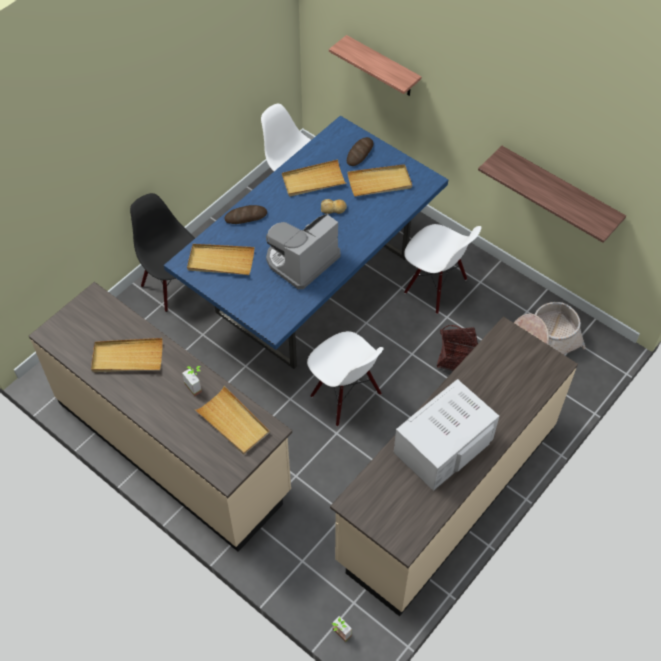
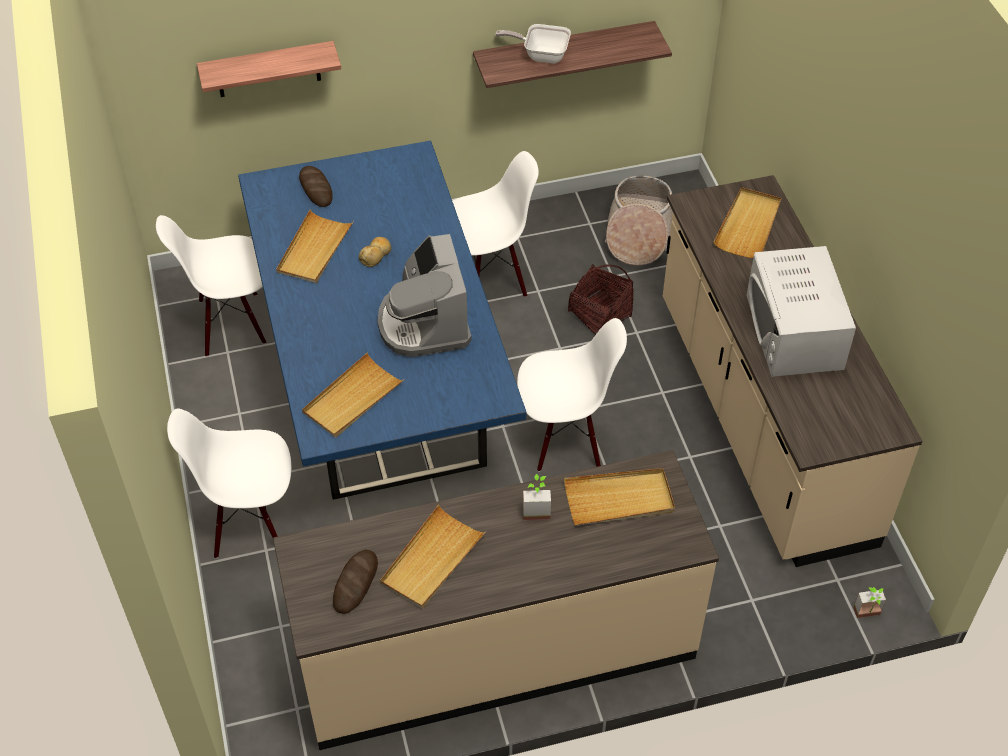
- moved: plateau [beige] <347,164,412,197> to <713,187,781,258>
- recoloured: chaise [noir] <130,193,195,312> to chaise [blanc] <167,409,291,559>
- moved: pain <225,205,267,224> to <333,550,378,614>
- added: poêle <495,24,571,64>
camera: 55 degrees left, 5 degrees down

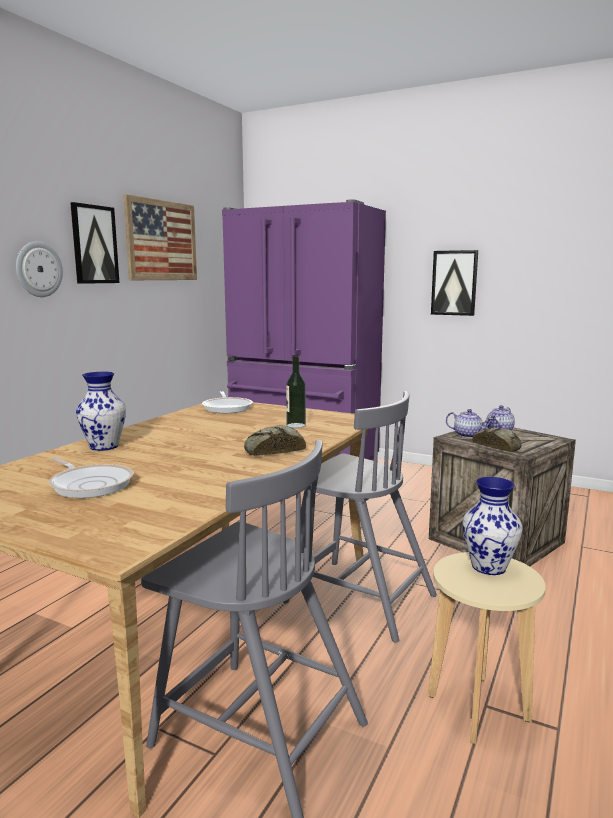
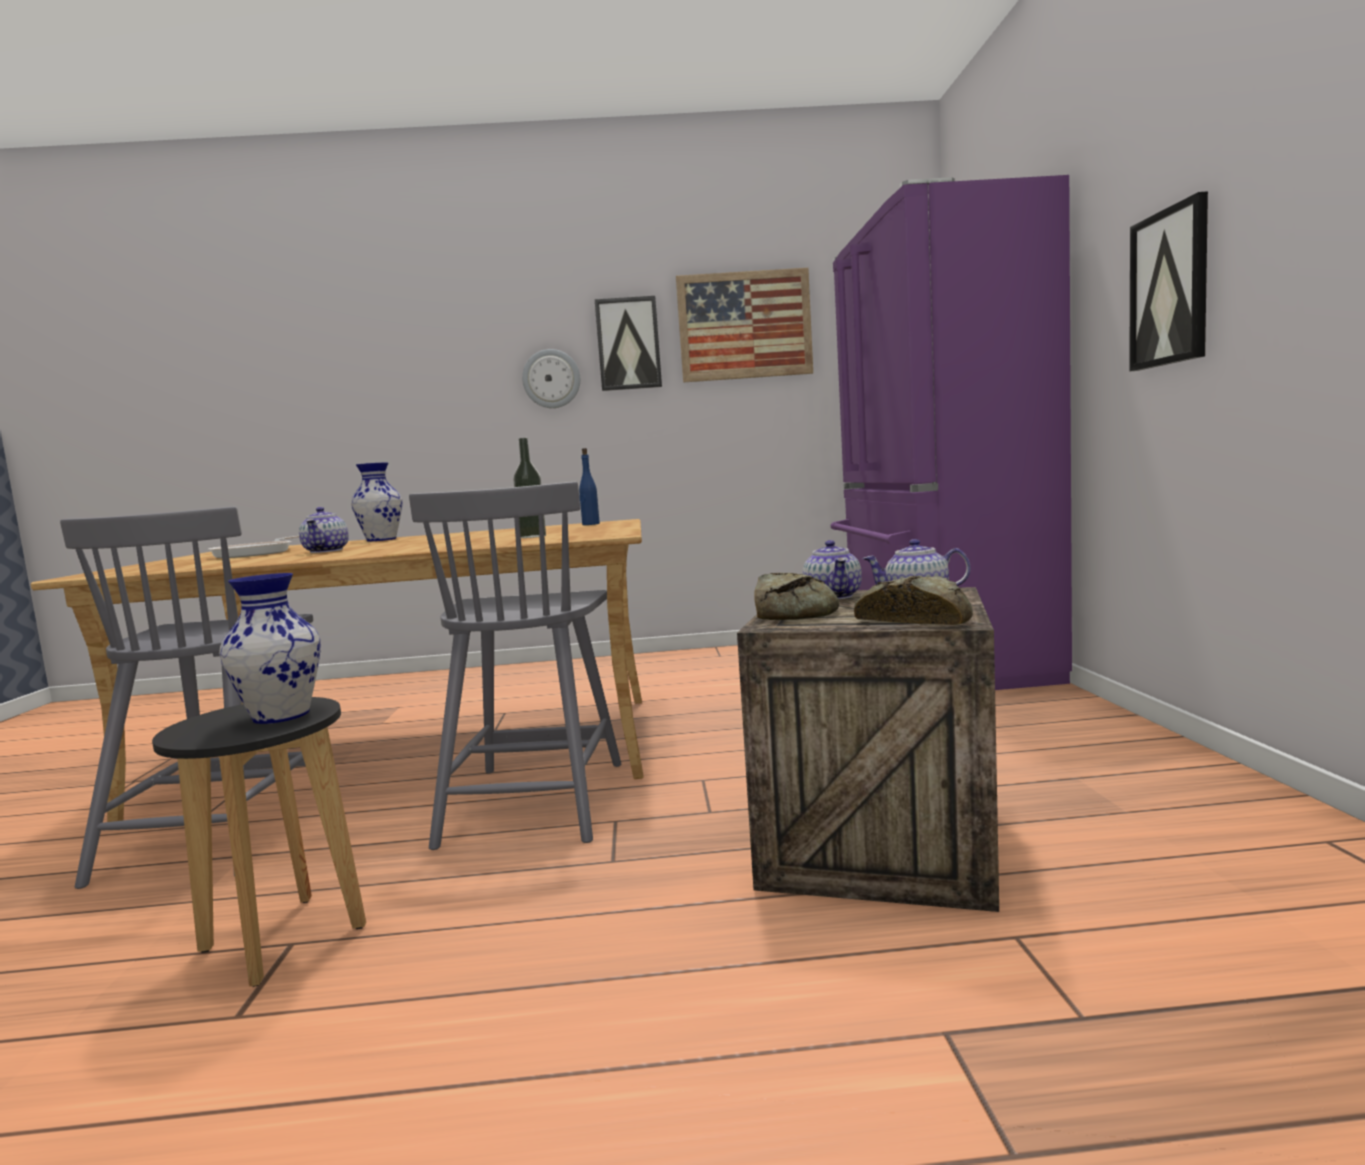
- replaced: poêle <202,391,253,413> to bouteille [bleu] <579,448,600,525>
- moved: pain <244,425,306,456> to <854,576,973,625>
- recoloured: tabouret [beige] <428,552,546,744> to tabouret [noir] <152,697,366,987>
- added: théière <299,507,349,553>
camera: 60 degrees right, 5 degrees down

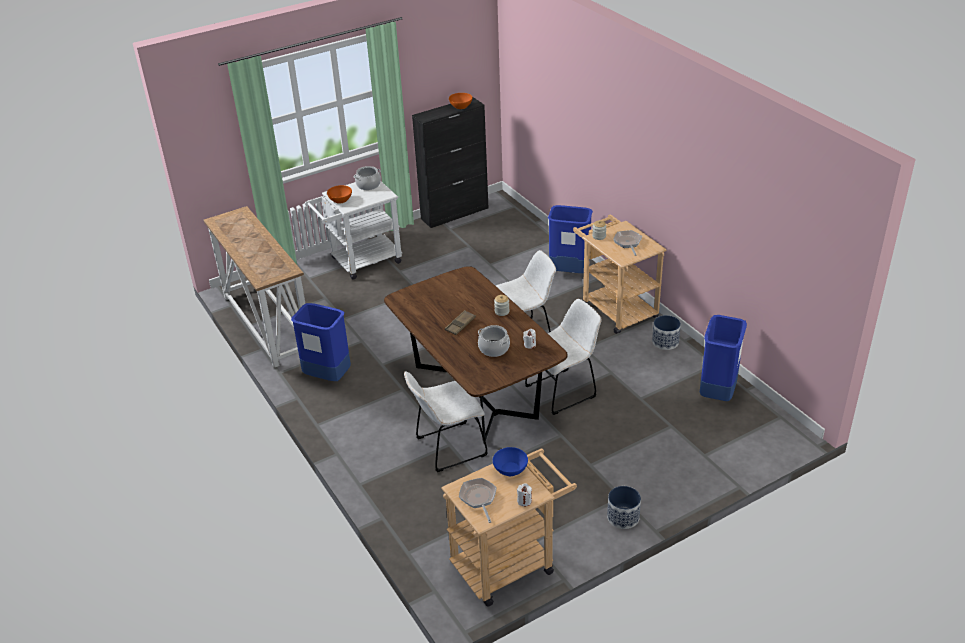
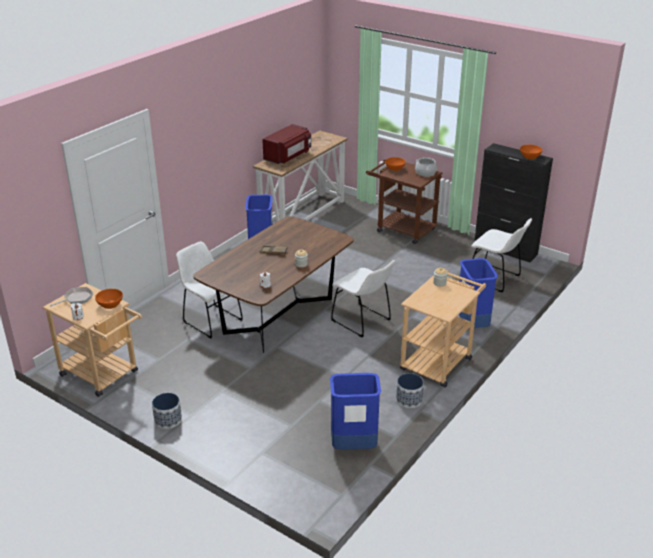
- recoloured: chariot [blanc] <305,181,403,280> to chariot [marron] <366,159,442,244>
- removed: poêle <613,230,642,256>
- moved: chaise [blanc] <525,299,602,415> to <471,218,532,293>
- removed: marmite <478,325,510,357>
- recoloured: bol [bleu] <493,447,528,476> to bol [orange] <95,289,123,309>
- added: micro-ondes [rouge] <262,124,311,164>
camera: 65 degrees right, 5 degrees down

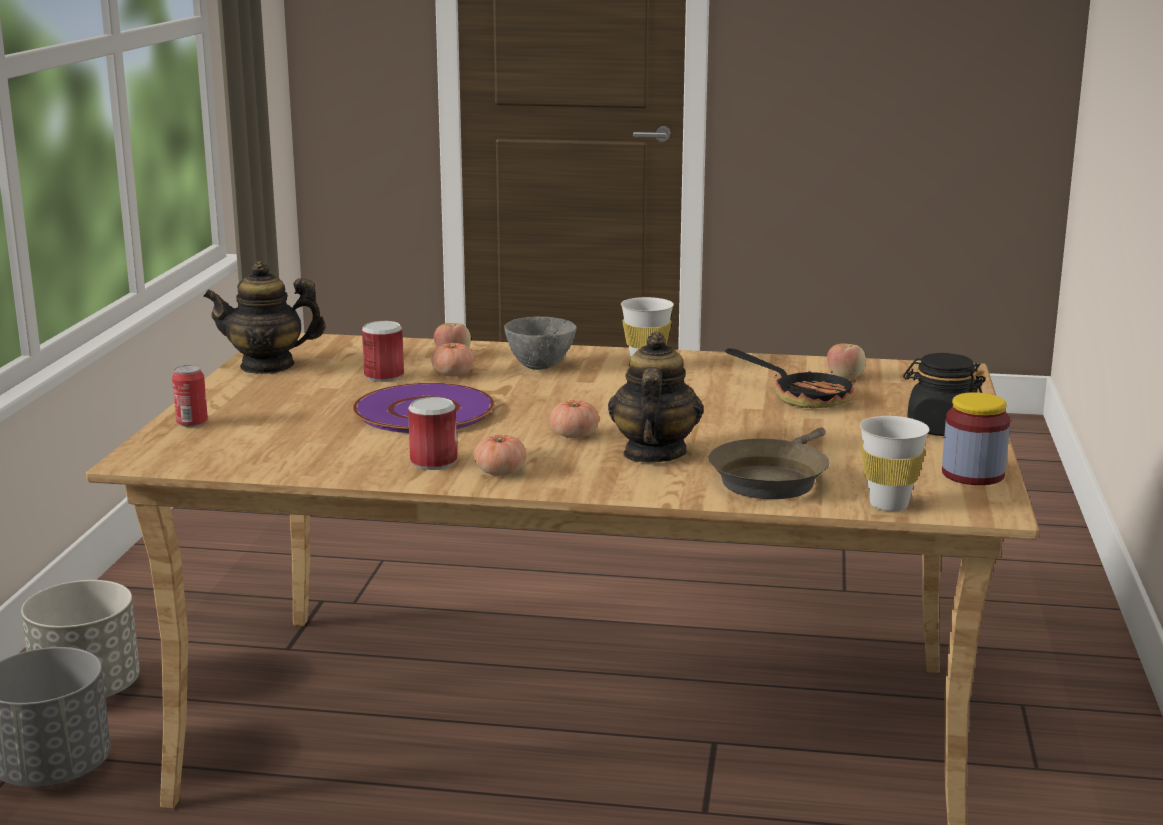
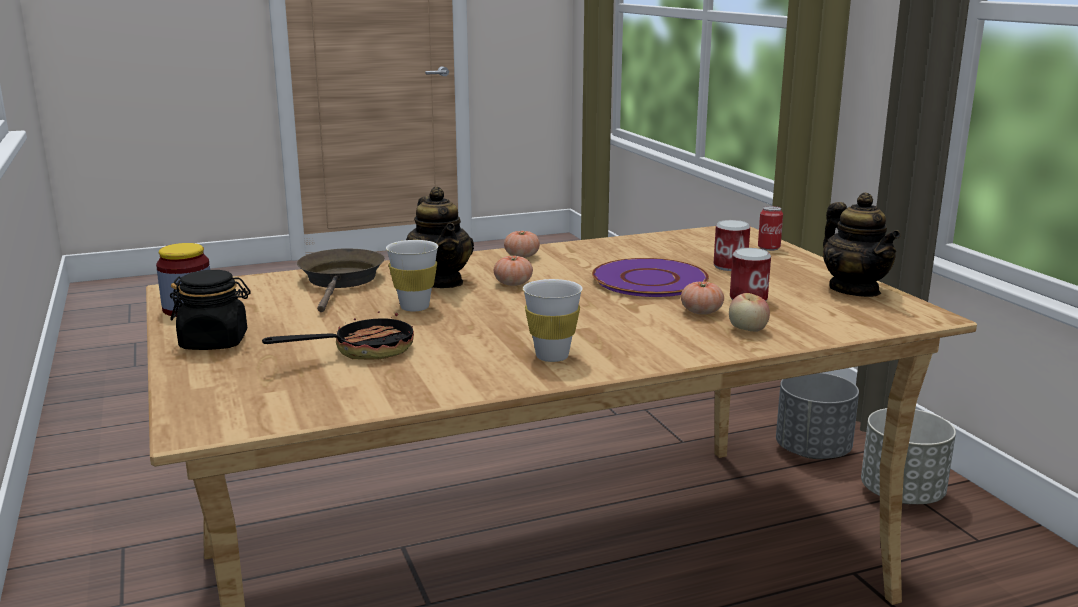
- turned: théière <203,261,326,374> = <823,192,901,297> 105 degrees clockwise
- removed: bol [gris] <504,317,577,370>
- removed: pomme <827,343,866,379>
- turned: poêle <725,349,856,409> = <262,303,414,360> 135 degrees clockwise
- moved: boîte métallique <408,397,457,470> to <714,220,750,271>
- moved: tasse [blanc] <860,416,930,511> to <386,240,438,312>
camera: 150 degrees right, 0 degrees up

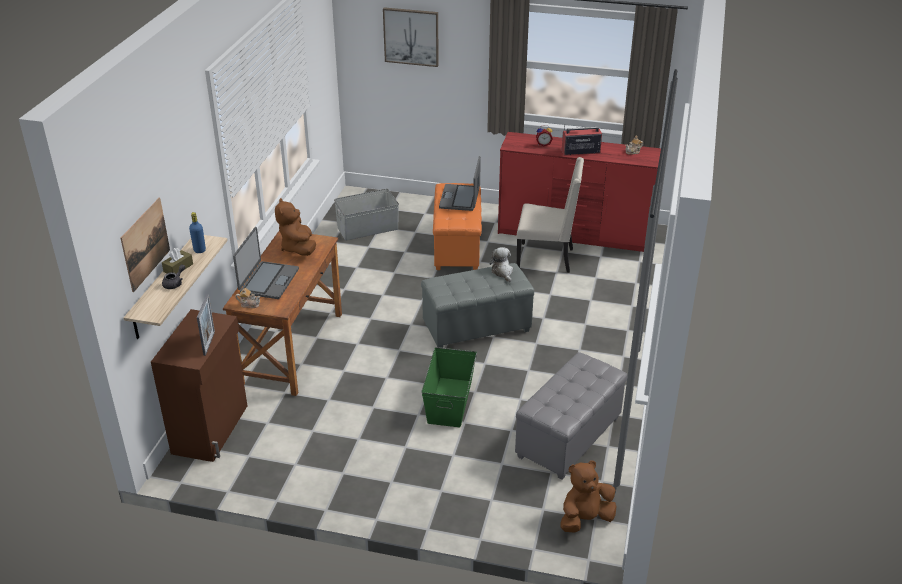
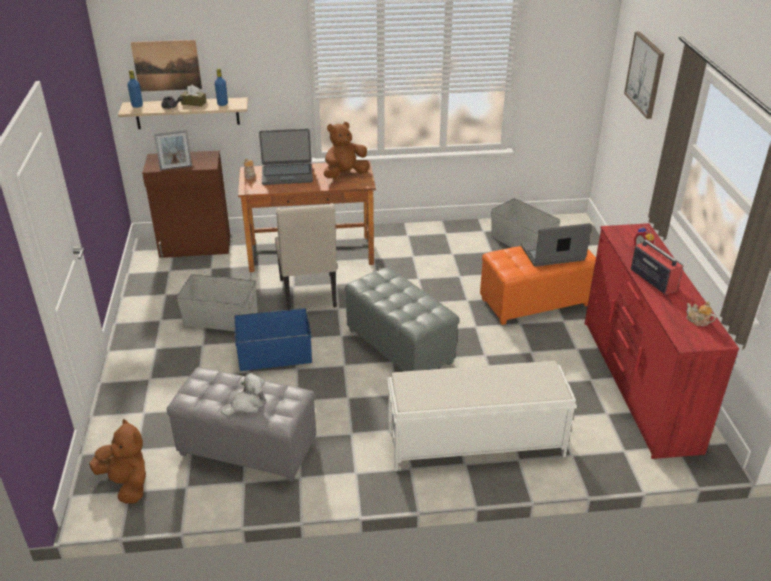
- moved: chaise [beige] <516,157,584,273> to <275,203,337,310>
- moved: peluche <489,247,513,282> to <221,373,265,416>
- recoloured: boîte de rangement [vert] <421,347,477,427> to boîte de rangement [bleu] <234,308,312,371>
- added: bouteille [bleu] <127,70,143,108>
- added: boîte de rangement [gris] <176,274,258,331>
- added: banc [blanc] <387,361,577,471>
camera: 70 degrees right, 0 degrees up

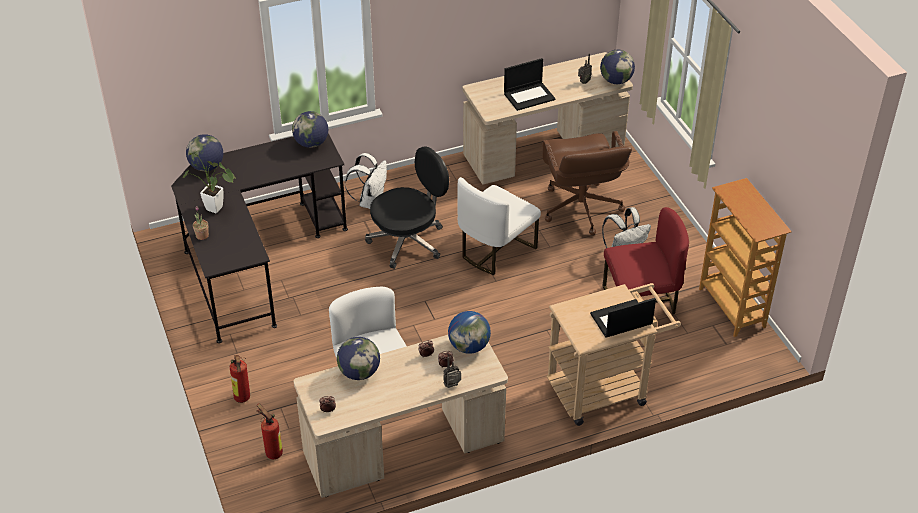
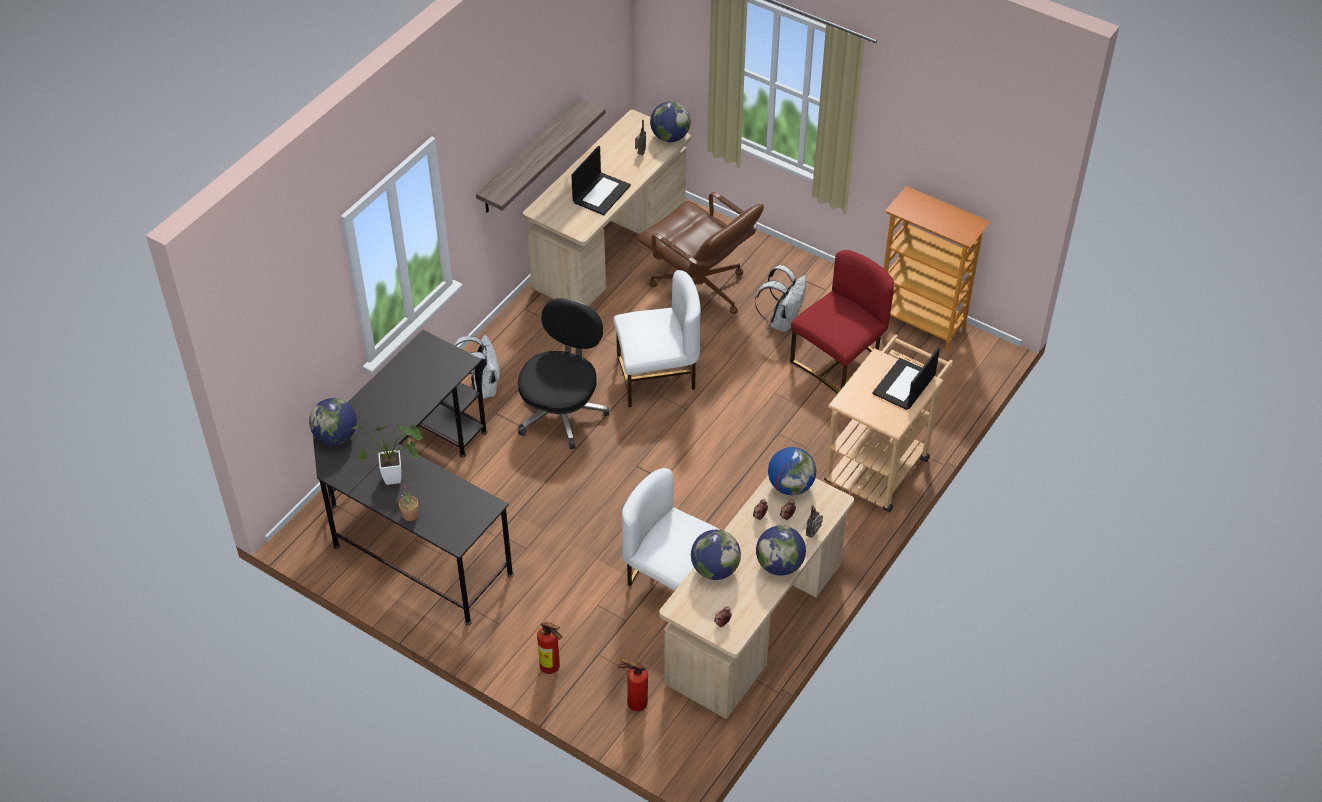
- moved: globe <292,111,328,148> to <756,525,806,576>
- turned: chaise [blanc] <457,177,541,275> = <613,270,701,407> 105 degrees counterclockwise
- added: étagère <476,98,606,213>
camera: 35 degrees left, 5 degrees up

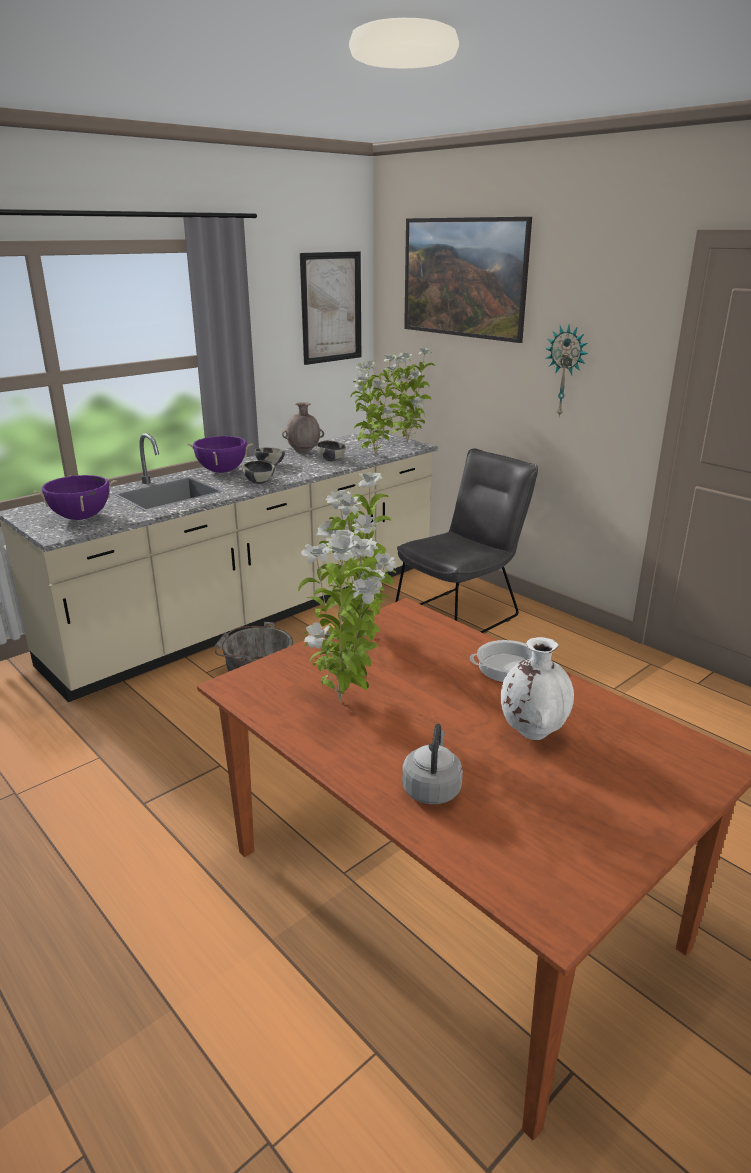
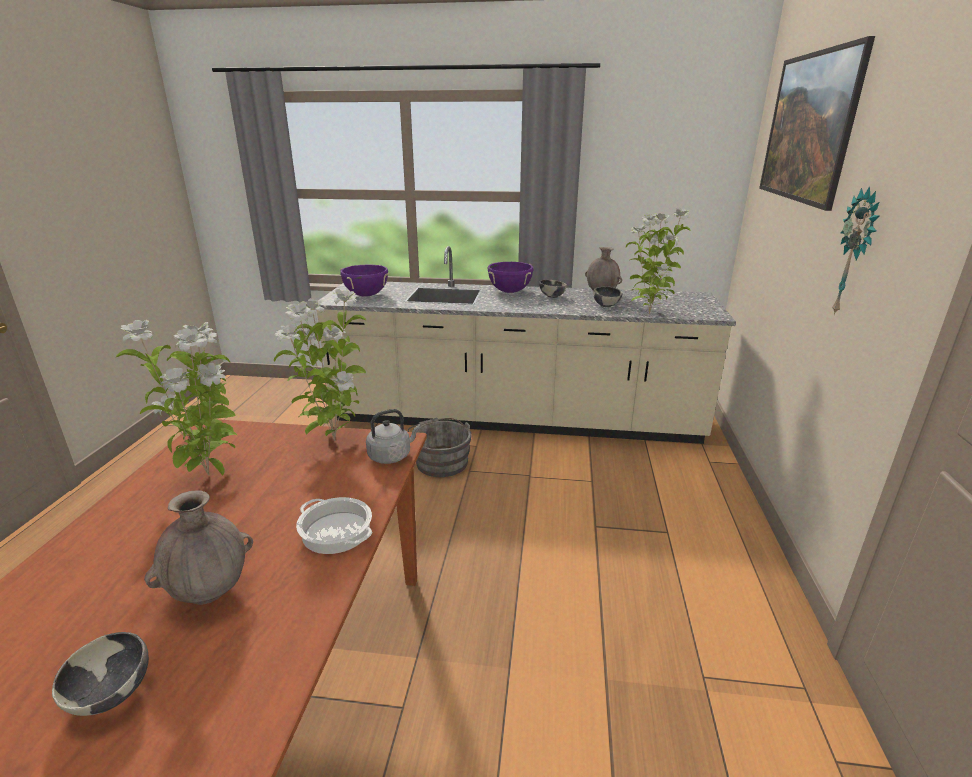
- removed: tableau <300,252,361,365>
- removed: plante en pot <384,346,436,444>
- removed: chaise [gris] <395,448,538,633>
- moved: bol <243,461,275,484> to <52,632,149,716>
- recoloured: vase [blanc] <501,637,574,740> to vase [marron] <144,490,253,605>
- moved: bouilloire [gris] <402,724,463,804> to <366,409,421,464>
camera: 50 degrees right, 0 degrees up

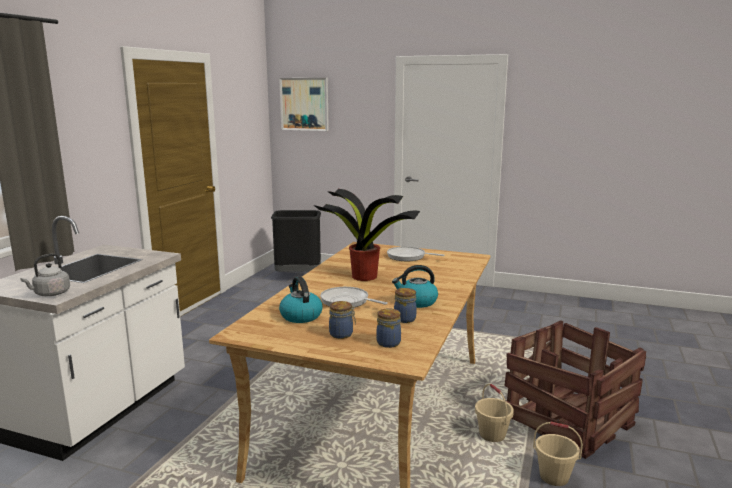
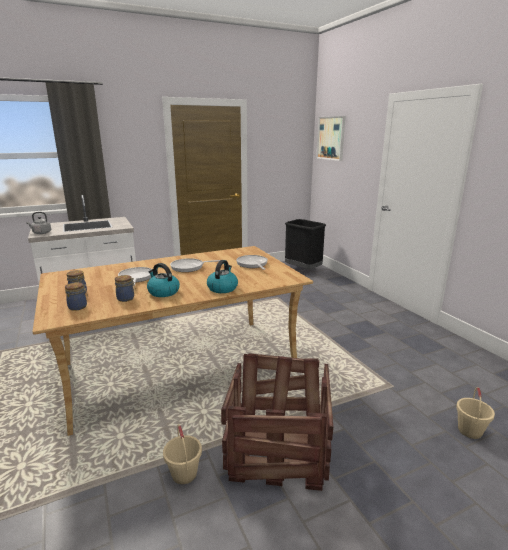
- replaced: plante en pot <314,189,420,281> to poêle <170,258,220,272>
- moved: bouilloire <279,277,323,323> to <207,260,238,293>
- moved: seau [beige] <475,384,514,442> to <456,387,495,439>
camera: 45 degrees right, 5 degrees up

